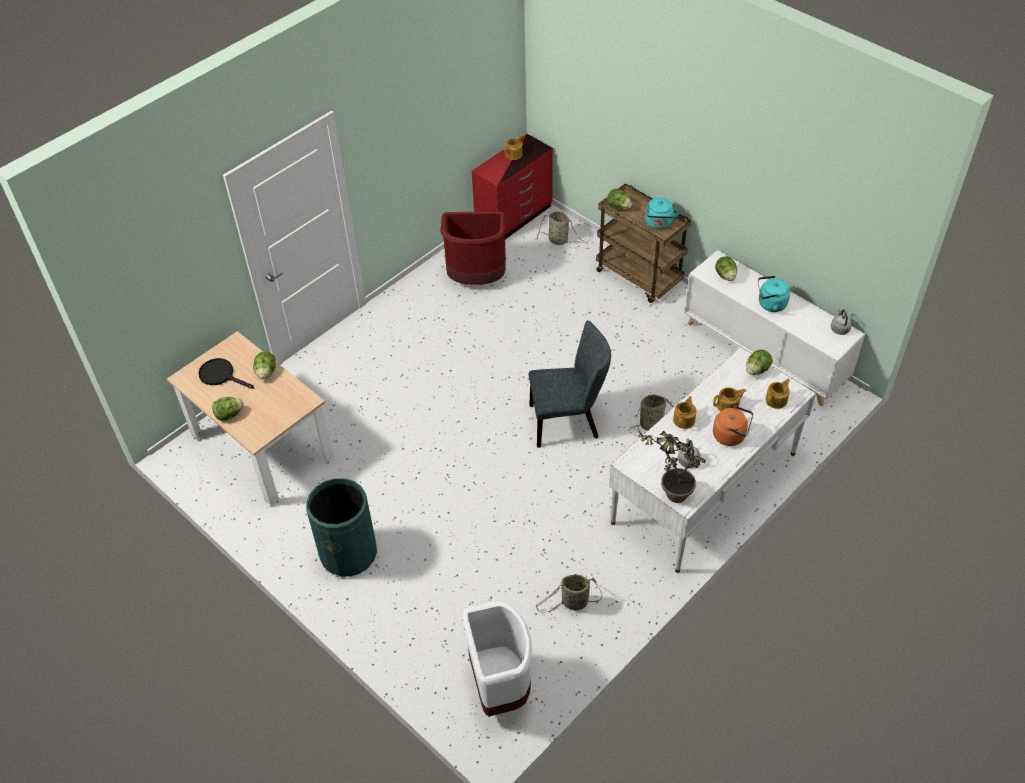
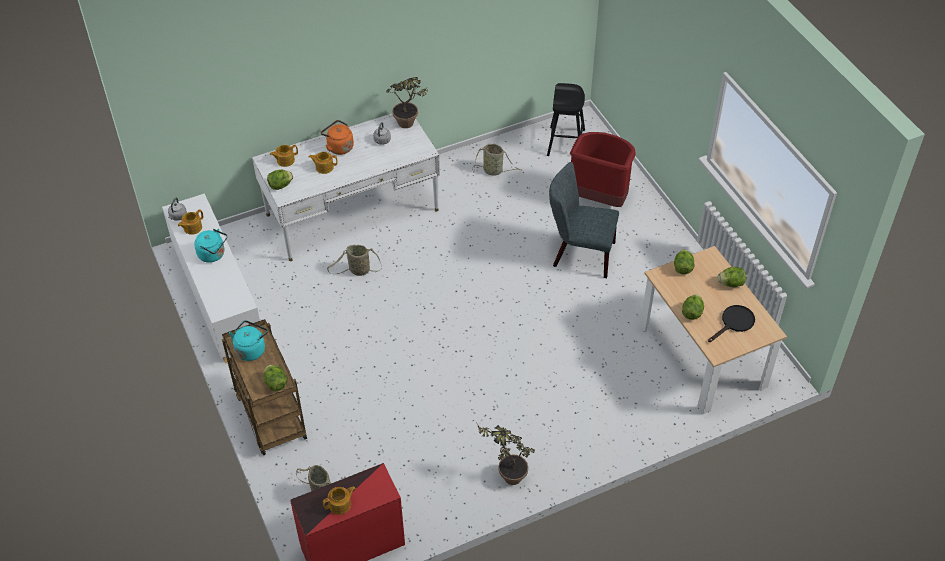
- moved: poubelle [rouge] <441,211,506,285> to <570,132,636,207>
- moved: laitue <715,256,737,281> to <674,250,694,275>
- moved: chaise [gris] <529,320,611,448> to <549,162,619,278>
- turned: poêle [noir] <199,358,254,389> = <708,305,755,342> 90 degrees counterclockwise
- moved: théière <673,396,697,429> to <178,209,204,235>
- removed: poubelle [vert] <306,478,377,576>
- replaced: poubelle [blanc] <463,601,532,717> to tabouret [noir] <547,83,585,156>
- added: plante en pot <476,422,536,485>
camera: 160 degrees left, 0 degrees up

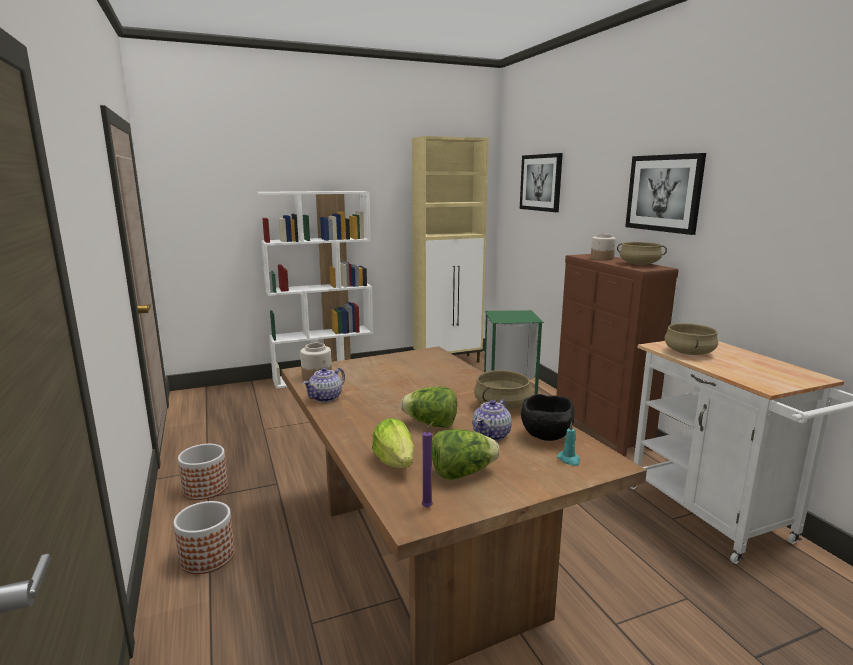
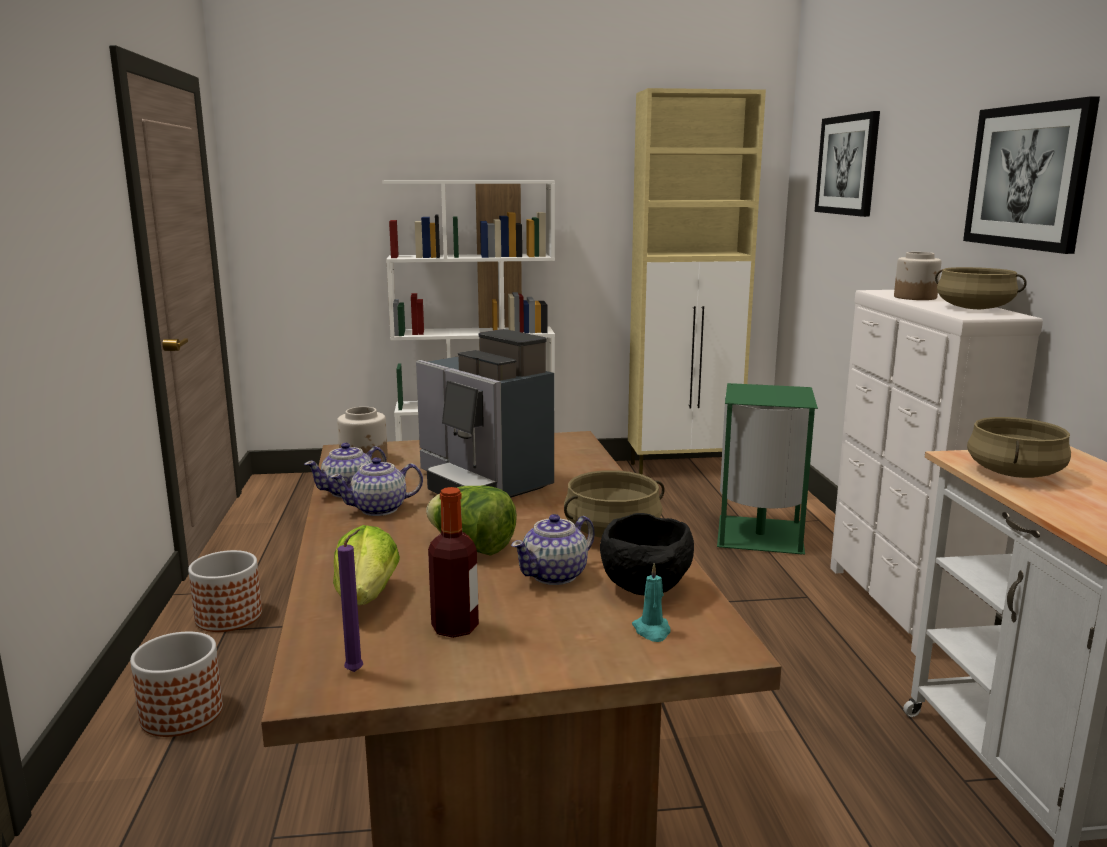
- recoloured: commode [marron] <556,254,679,457> to commode [blanc] <830,290,1043,656>
- replaced: laitue <432,429,500,480> to bouteille <428,487,479,638>
- added: machine à café <416,329,554,498>
- added: théière <330,457,423,516>
camera: 15 degrees right, 0 degrees up

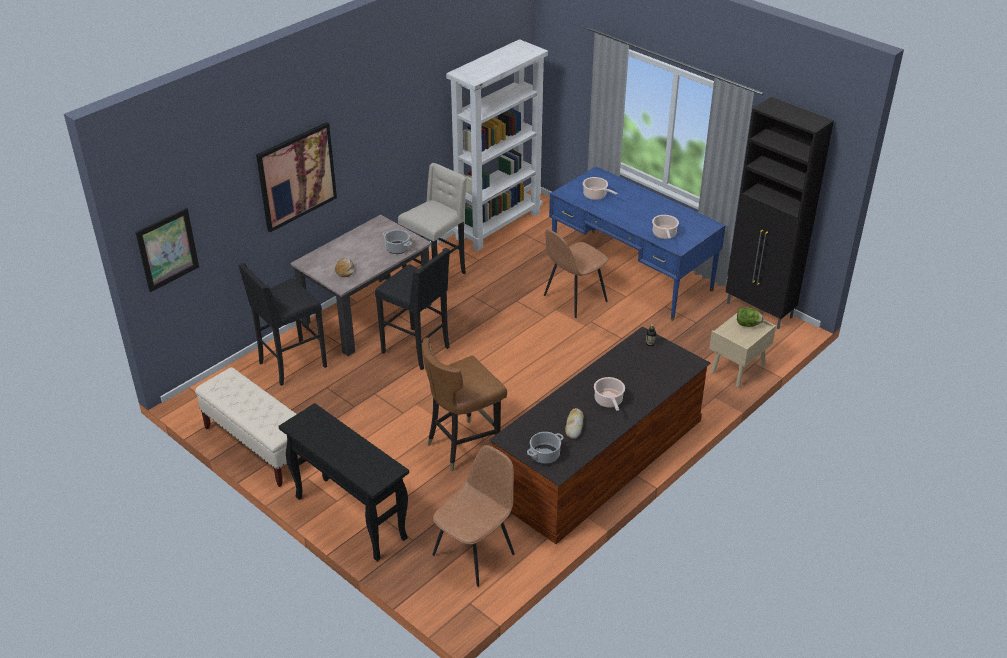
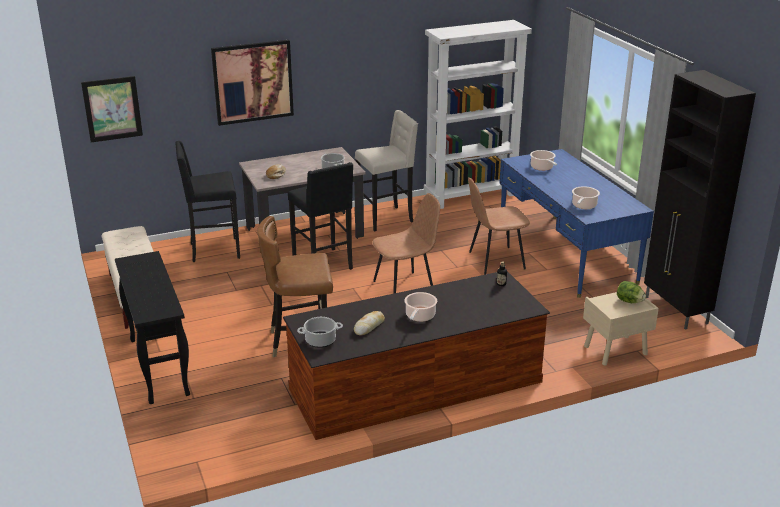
- moved: chaise [marron] <432,445,515,587> to <372,193,440,294>
camera: 25 degrees right, 10 degrees down

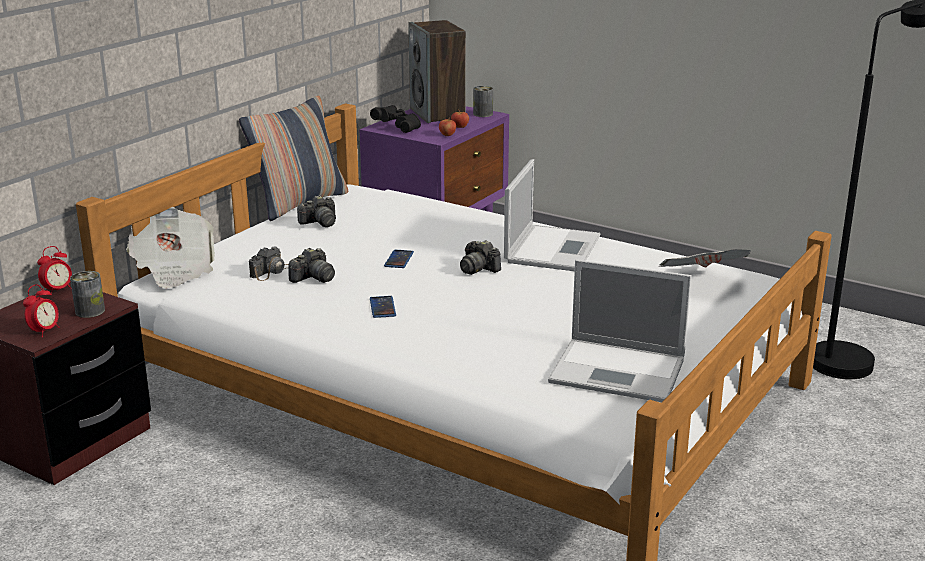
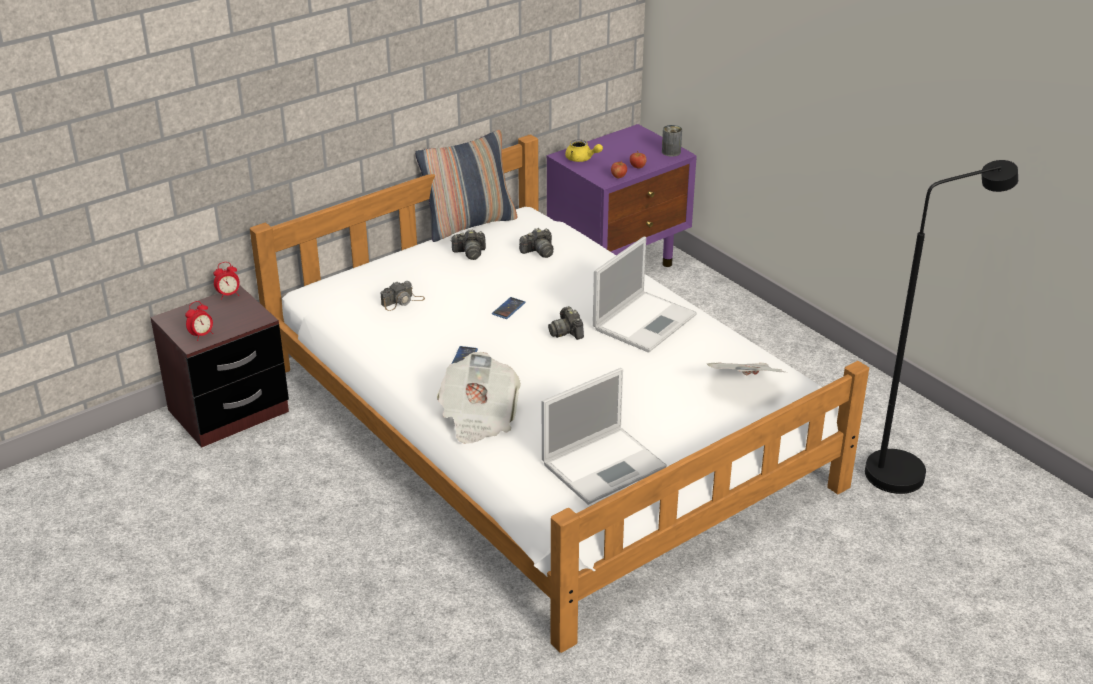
- removed: enceinte <408,20,466,123>
- replaced: jumelles [noir] <370,105,421,133> to théière [jaune] <565,139,603,162>
- moved: journal <126,207,215,289> to <437,352,521,444>
- moved: appareil photo <288,248,335,283> to <519,228,554,258>
- turned: ordinateur portable <548,259,692,402> = <542,368,667,505> 75 degrees counterclockwise
- removed: boîte métallique <70,271,105,318>
camera: 20 degrees right, 10 degrees up

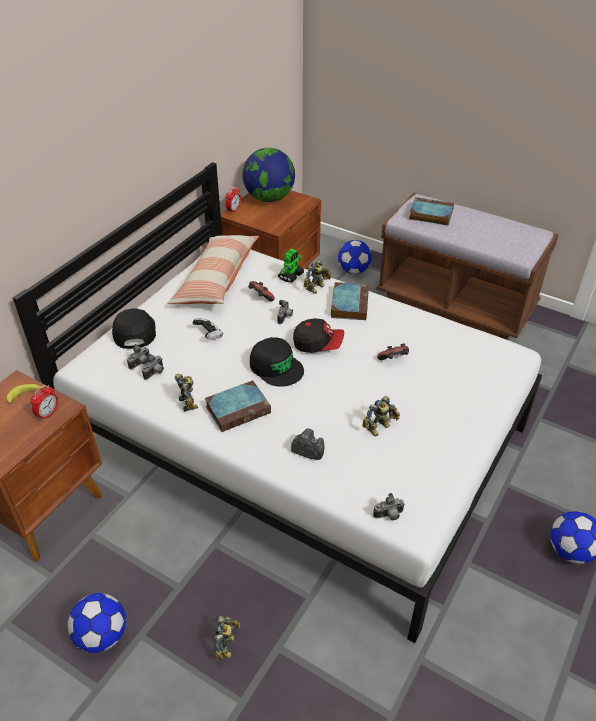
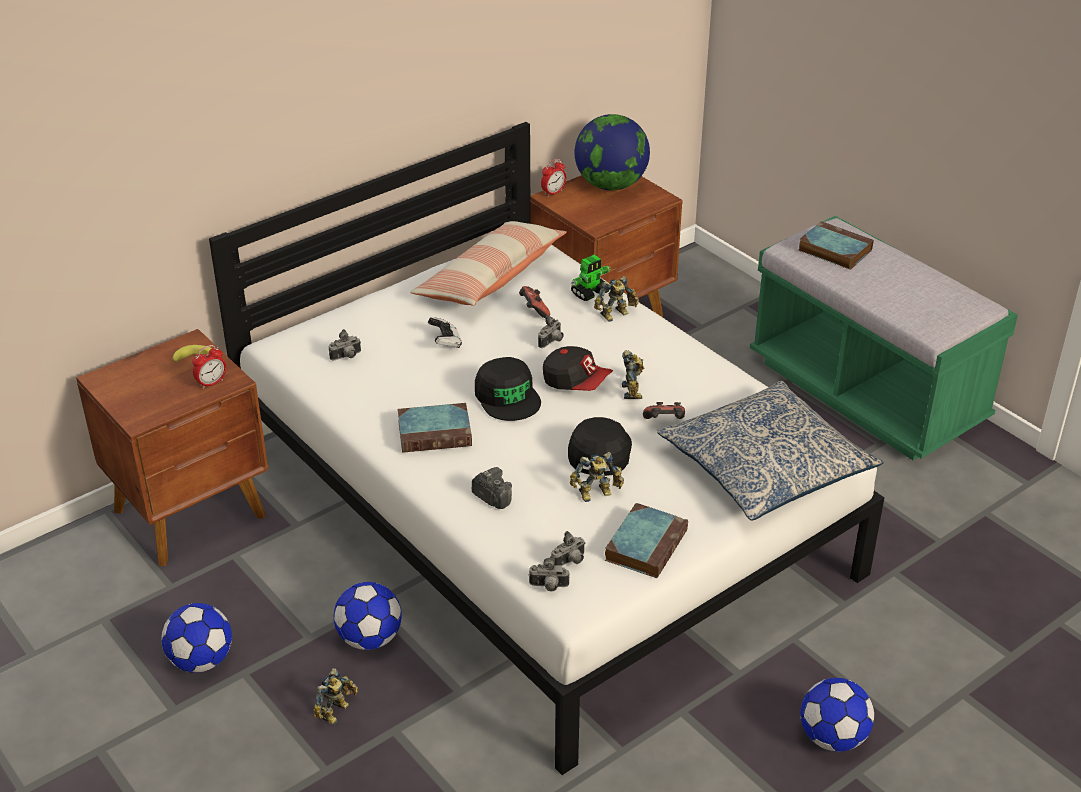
- recoloured: banc [marron] <377,193,559,340> to banc [vert] <750,216,1018,460>
- moved: ballon de foot <338,240,372,274> to <334,582,402,650>
- moved: livre <331,282,369,320> to <605,503,688,578>
- moved: casquette [noir] <112,309,156,349> to <568,417,632,476>
- moved: appareil photo <142,354,164,380> to <551,531,585,566>
- moved: robot jouet <175,374,198,411> to <622,350,644,399>
- added: coussin <657,381,883,521>
camera: 20 degrees right, 5 degrees down

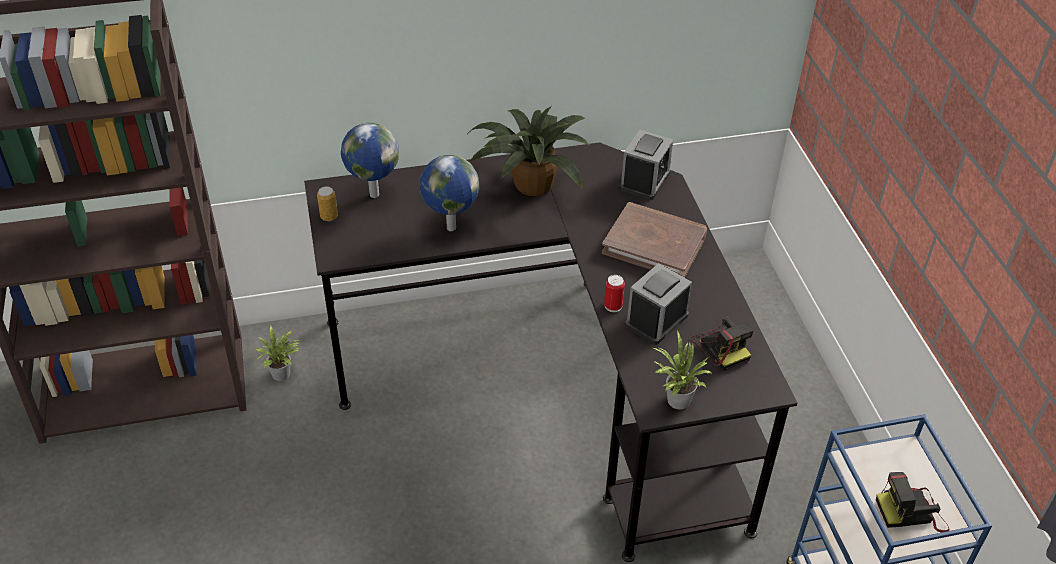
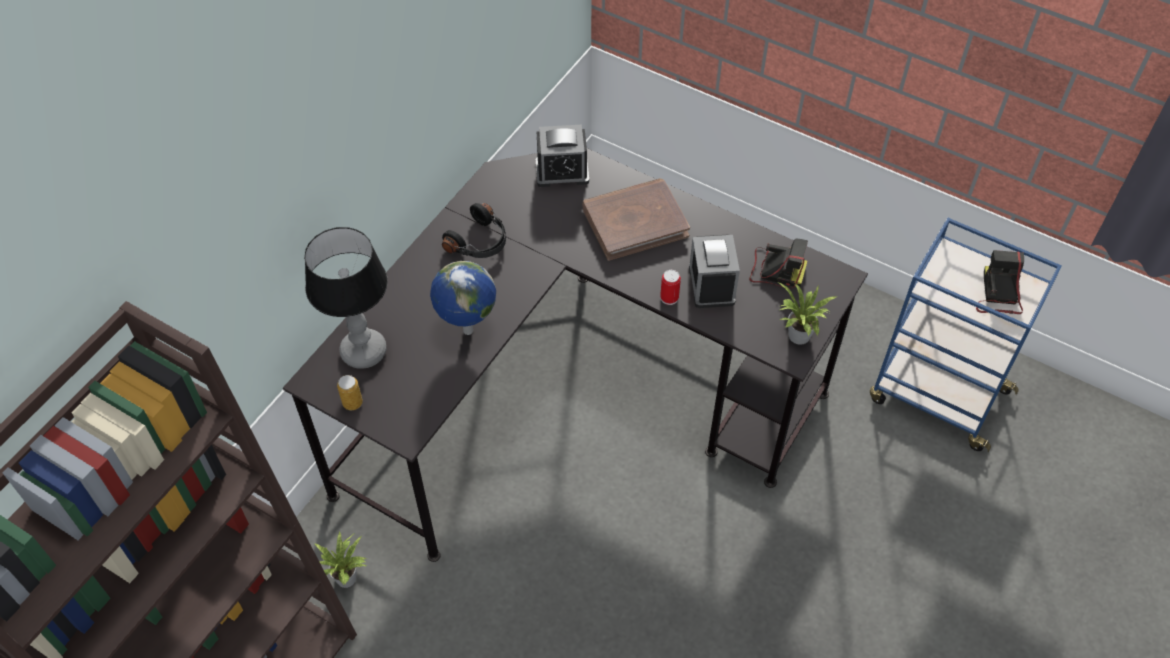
- replaced: plante en pot <469,106,590,196> to casque audio [noir] <442,203,506,258>
- replaced: globe <341,123,399,198> to lampe de table <304,227,388,369>
- turned: réveil <620,130,673,200> = <536,124,589,187> 105 degrees clockwise
- turned: appareil photo <876,472,950,533> = <976,250,1024,314> 150 degrees clockwise
camera: 45 degrees left, 10 degrees up

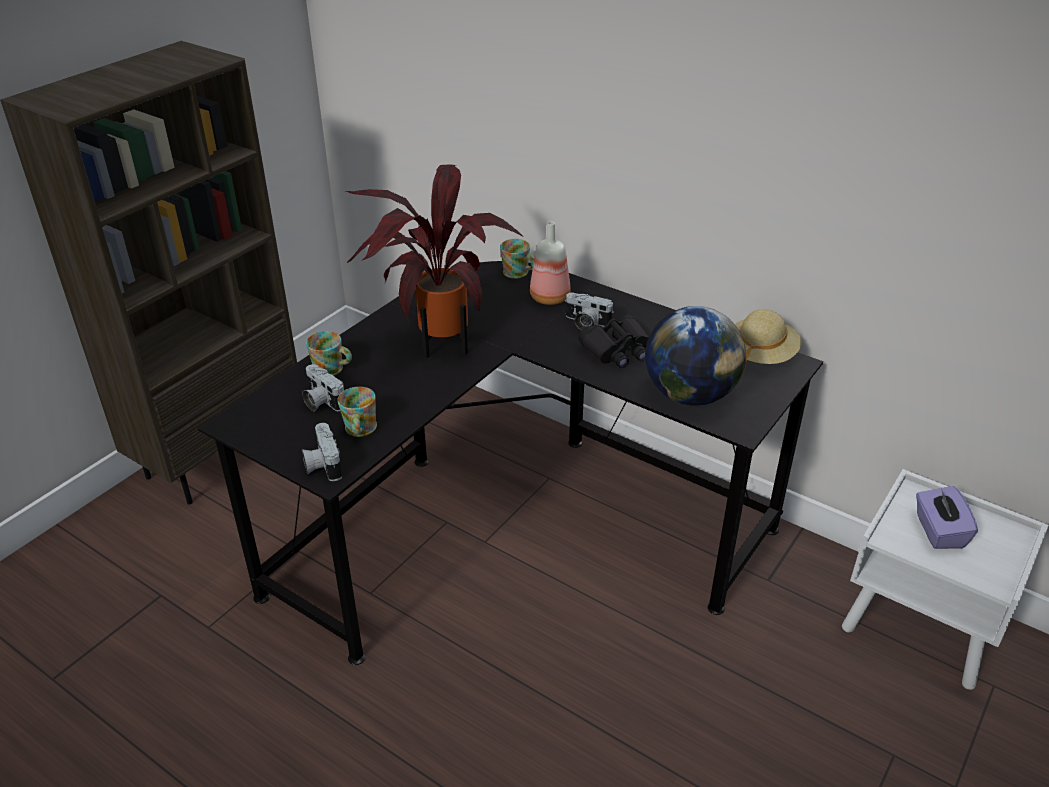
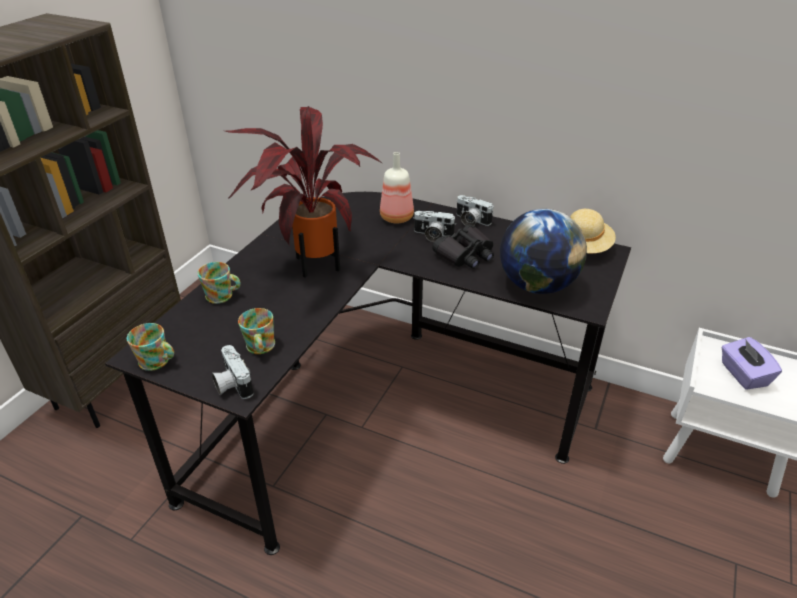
- moved: mug <500,239,534,279> to <127,323,174,371>
- moved: appareil photo <302,364,344,411> to <456,195,494,226>
camera: 10 degrees left, 0 degrees up

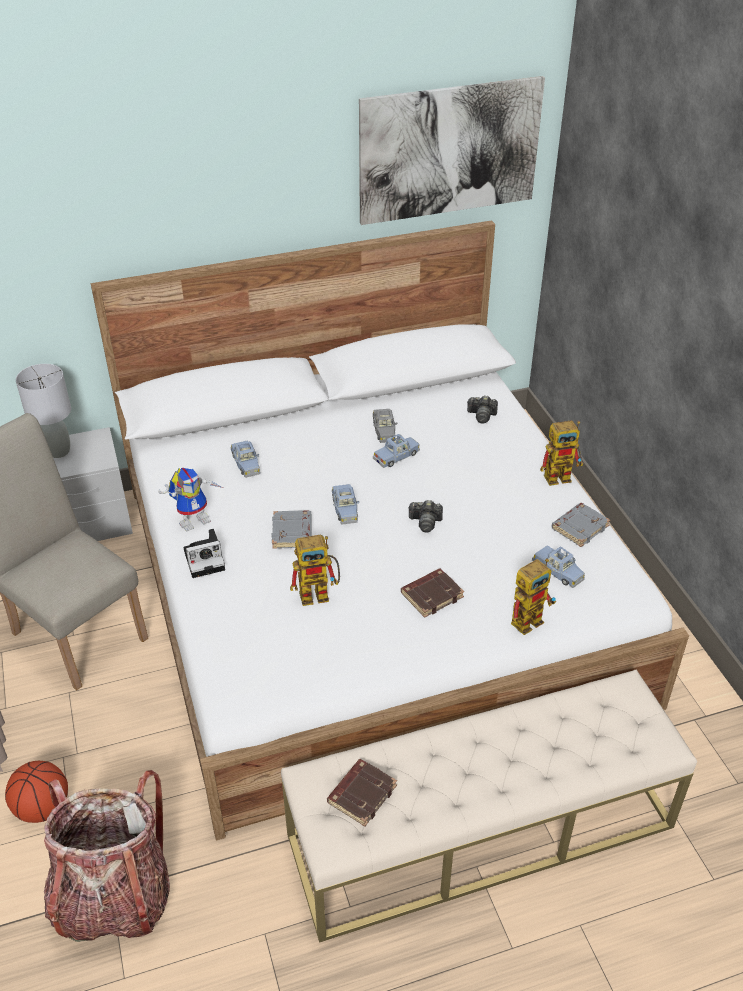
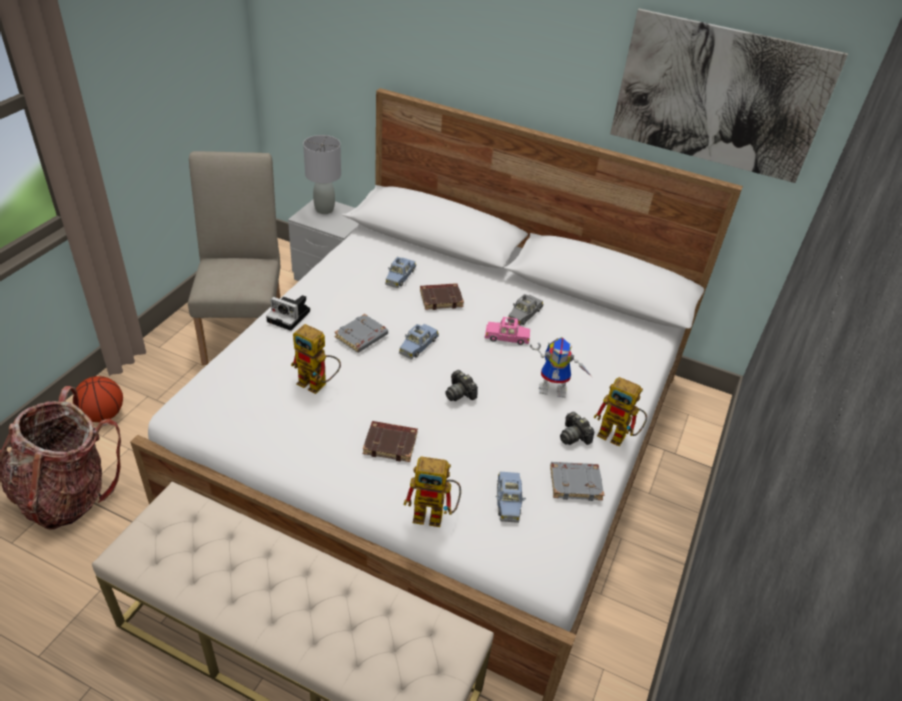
- moved: appareil photo <467,395,498,424> to <560,412,594,445>
- recoloured: petite voiture [bleu] <373,434,420,468> to petite voiture [rose] <485,317,530,345>
- moved: robot jouet <158,468,224,532> to <530,337,592,398>
- moved: livre [marron] <327,759,397,827> to <420,283,464,310>
camera: 40 degrees right, 0 degrees up

